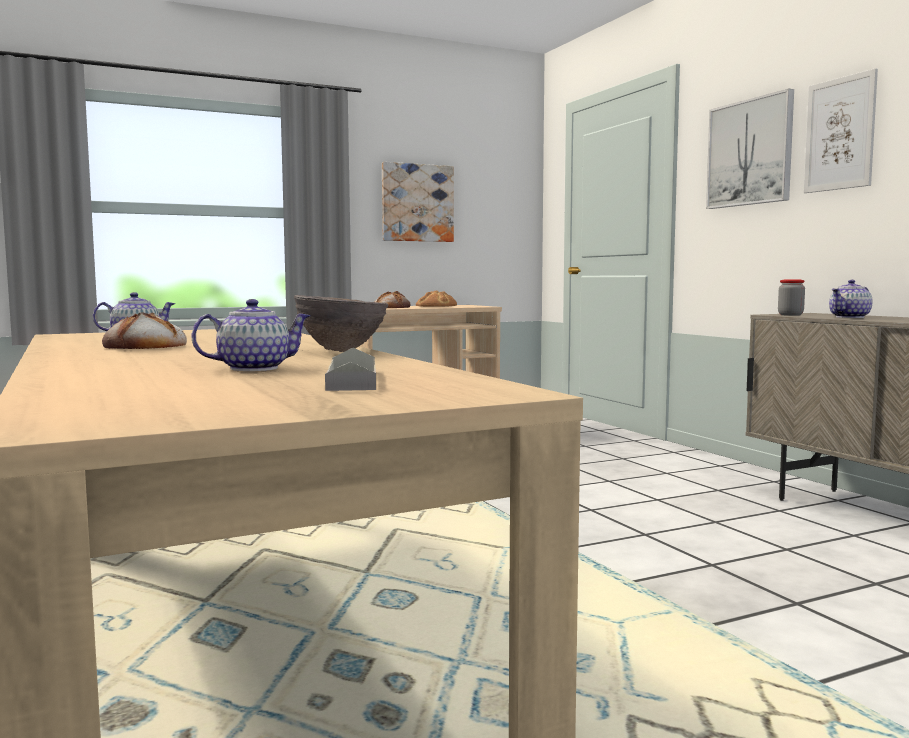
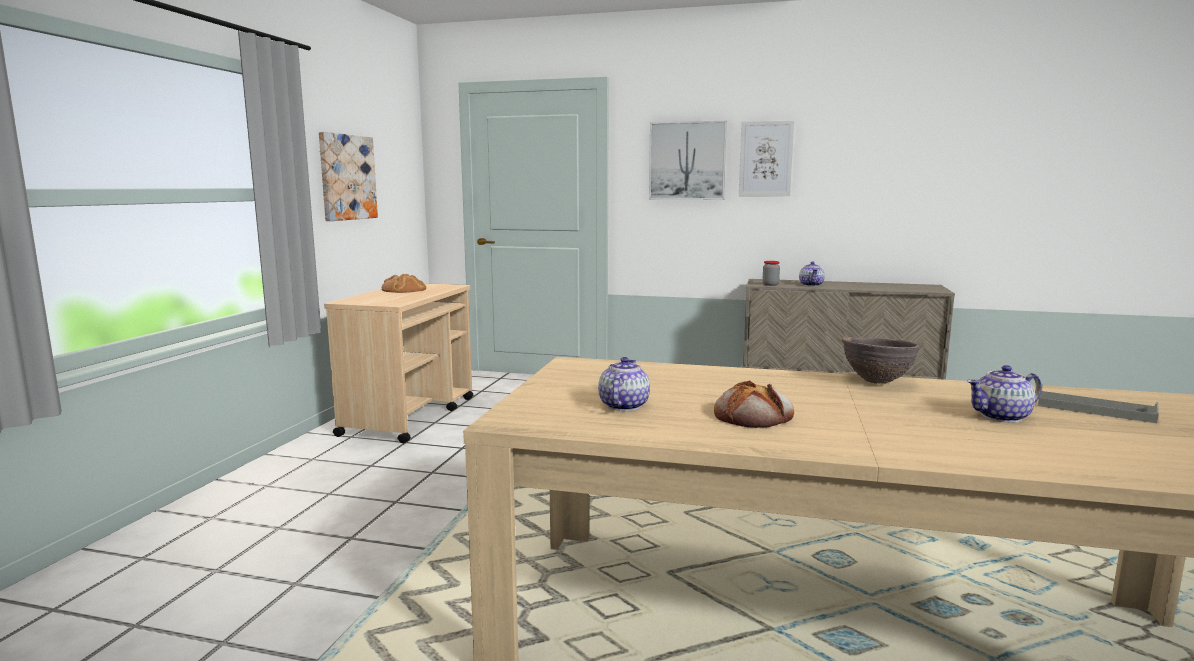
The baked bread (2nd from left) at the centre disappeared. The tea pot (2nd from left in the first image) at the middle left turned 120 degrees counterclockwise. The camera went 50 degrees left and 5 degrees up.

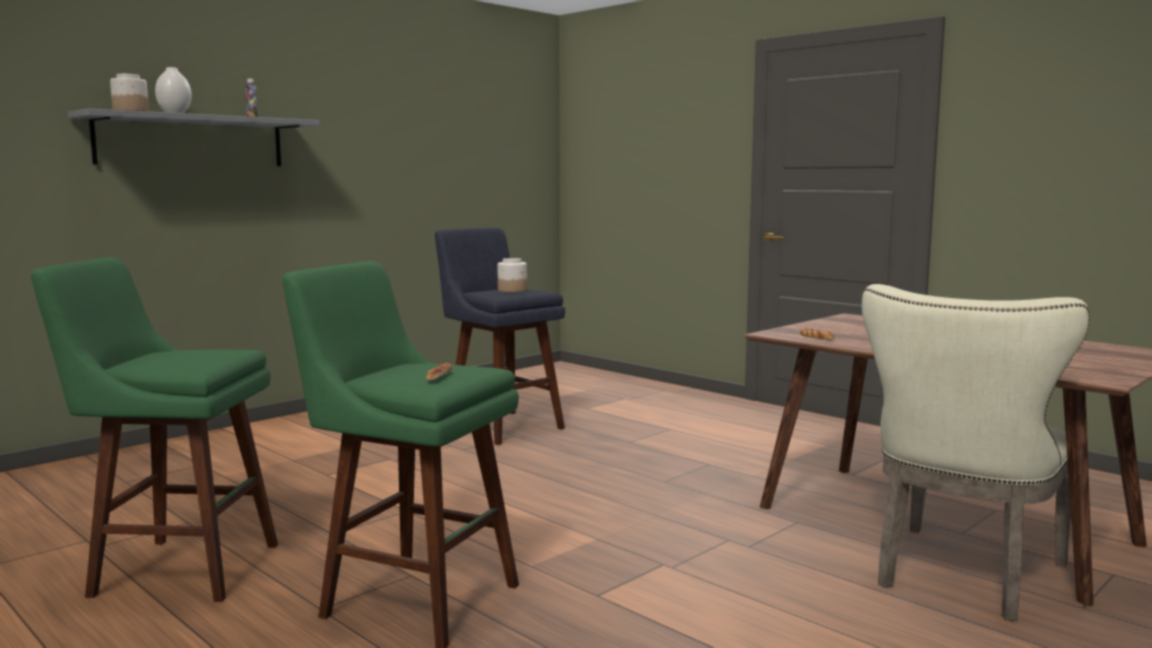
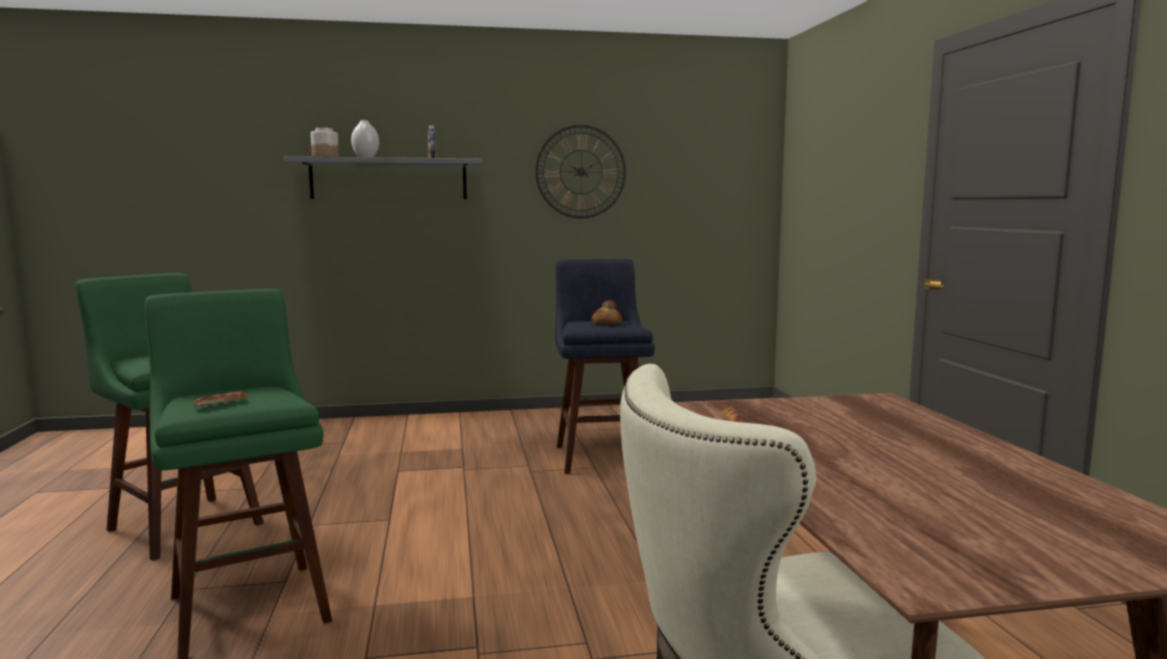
The jar (2nd from left) at the centre was replaced by the baked bread (2nd from left) at the centre. The hanging clock at the top centre appeared. The camera went 35 degrees right and 0 degrees up.

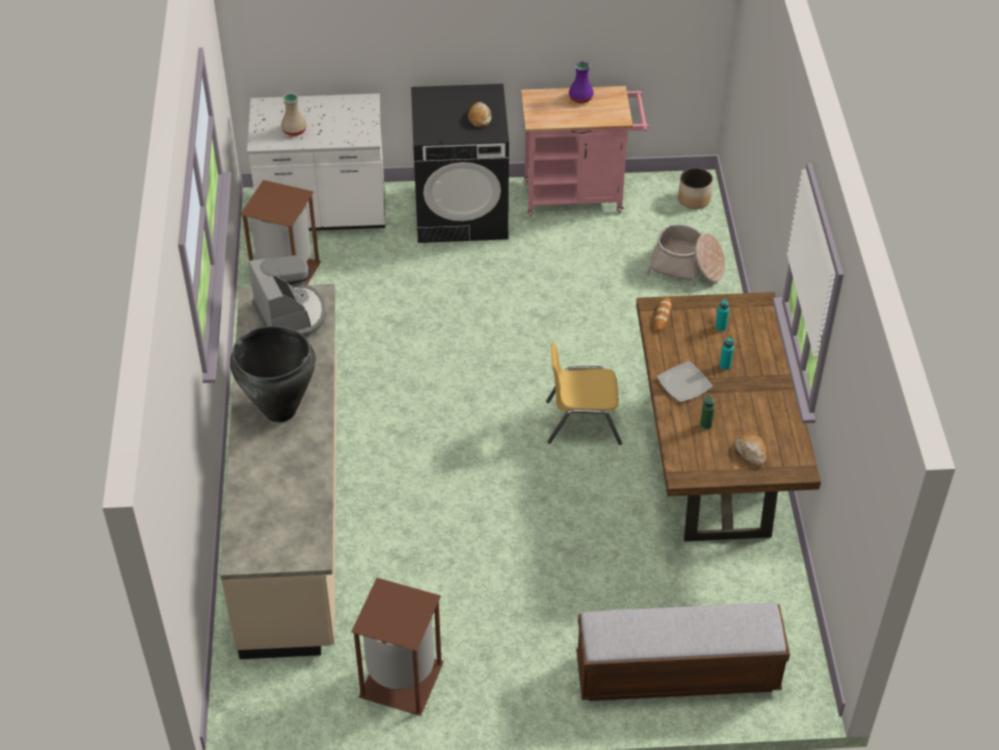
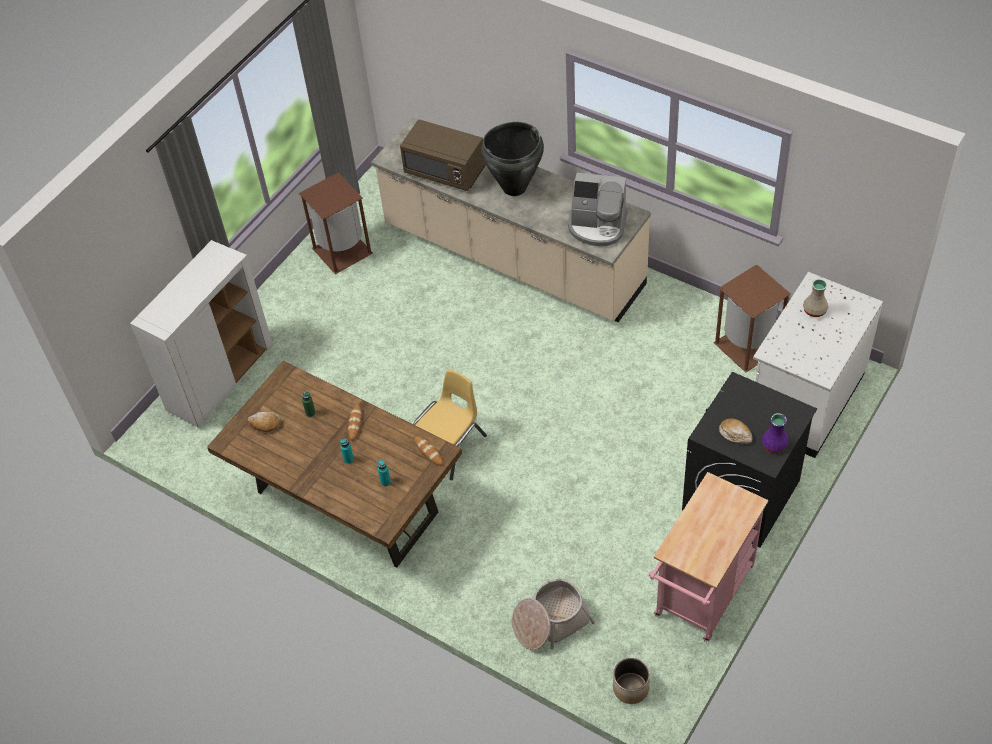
The purple-coloured vase moved from the top centre to the middle right. The flat dish at the middle right was replaced by the baked bread (2nd from left) at the centre. The long seat at the bottom right was replaced by the whitish storage cabinet at the middle left. The brown kitchen microwave at the top centre appeared. The camera went 130 degrees right and 5 degrees up.

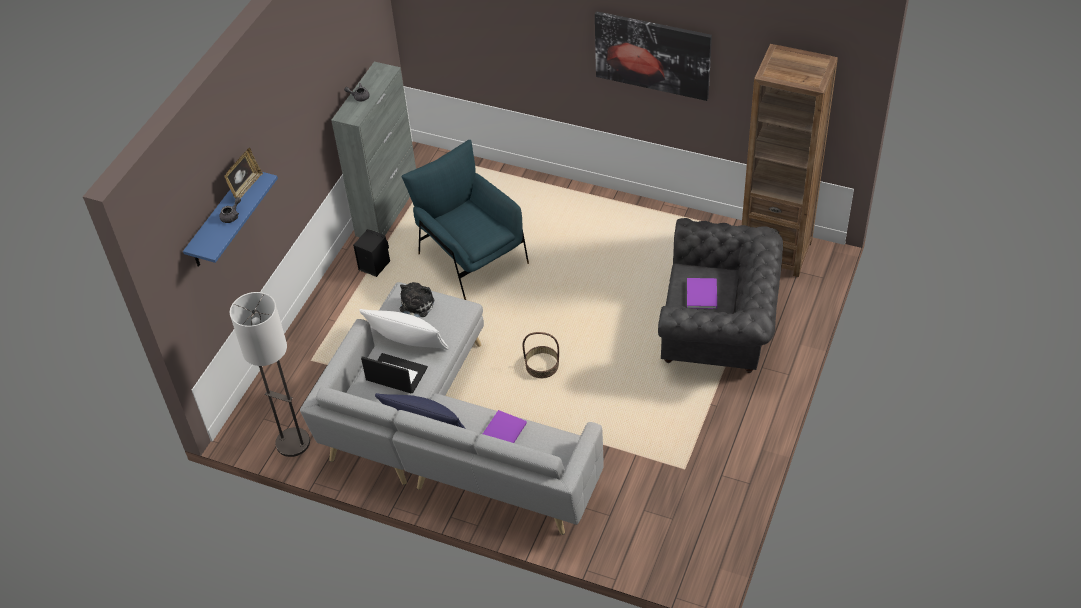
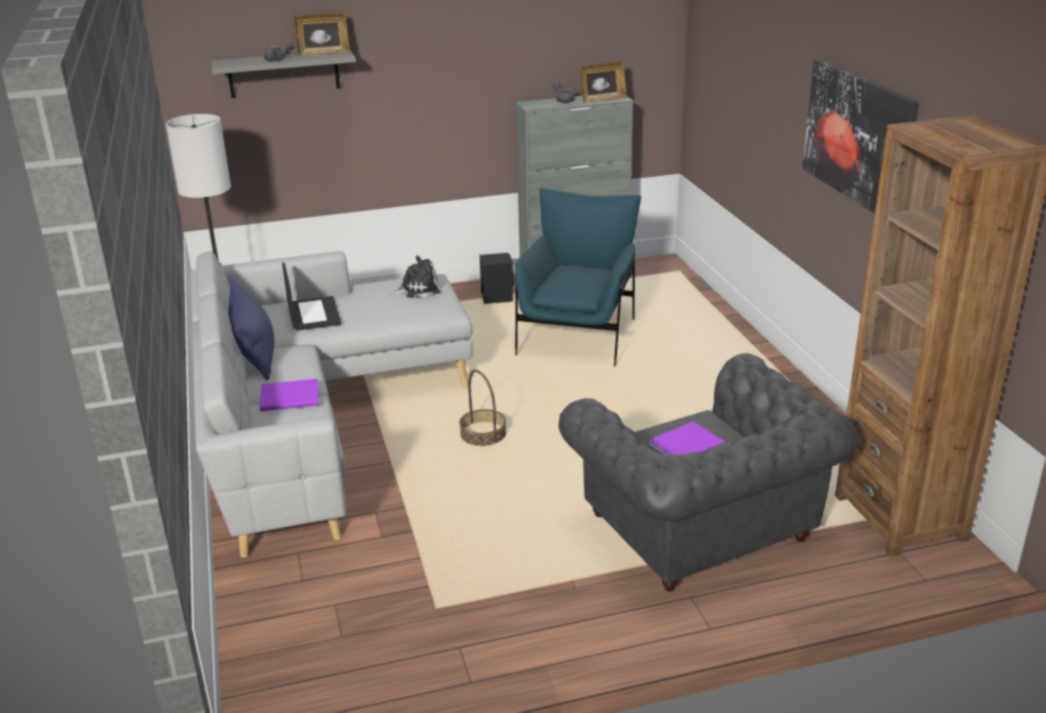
The blue-coloured wall shelf at the middle left became the greyish wall shelf at the top left. The whitish throw pillow at the centre disappeared. The picture frame (2nd from left) at the top centre appeared. The camera went 50 degrees right and 20 degrees down.

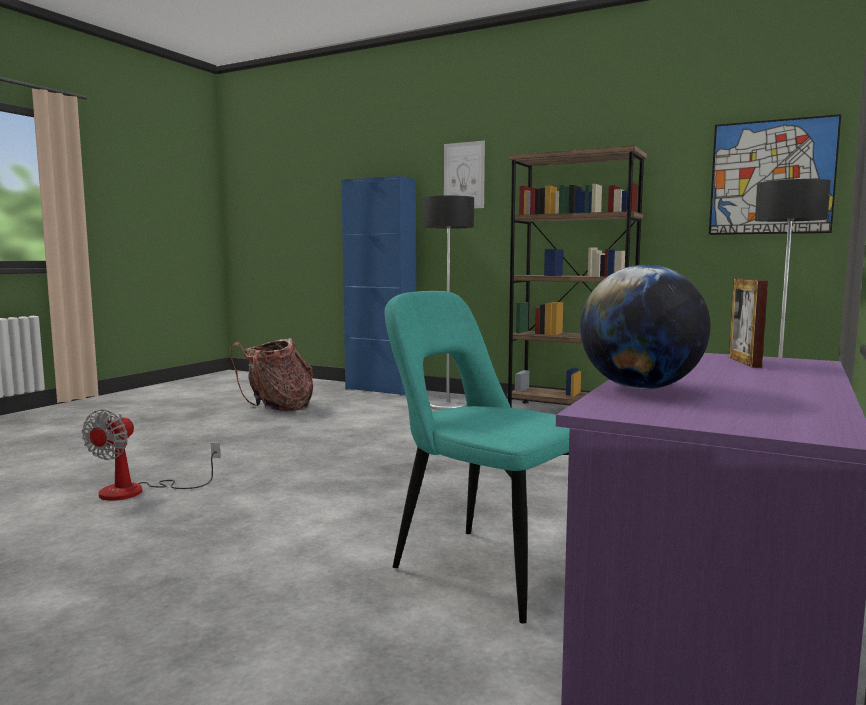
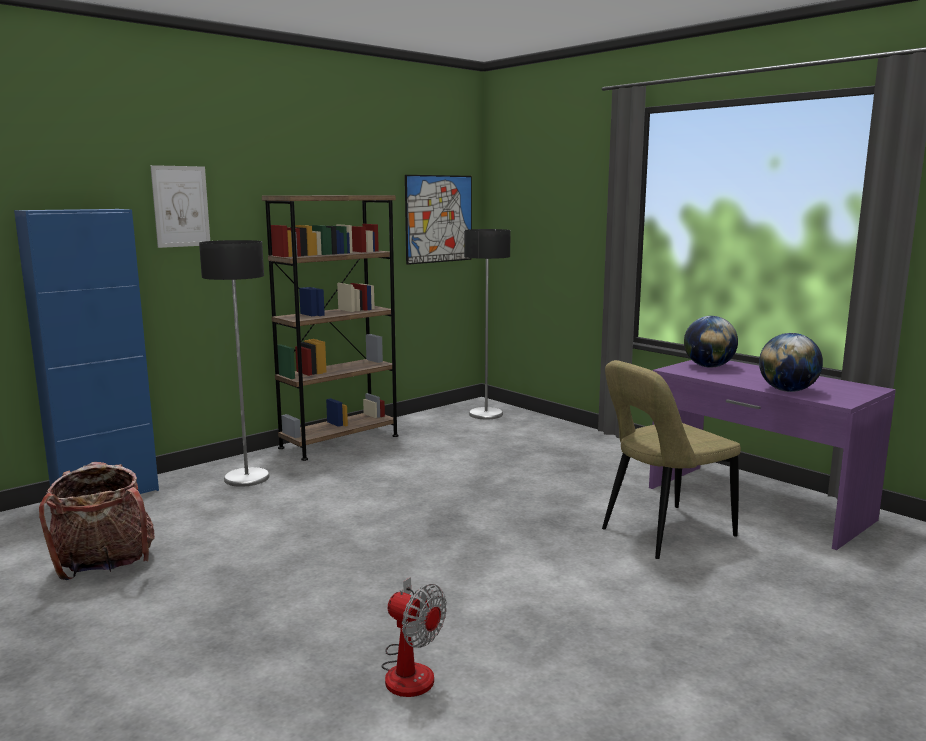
The picture frame at the middle right was replaced by the globe (1st from left) at the middle right. The blue-green upright chair at the centre became the sand-coloured upright chair at the middle right. The camera went 70 degrees left and 5 degrees up.

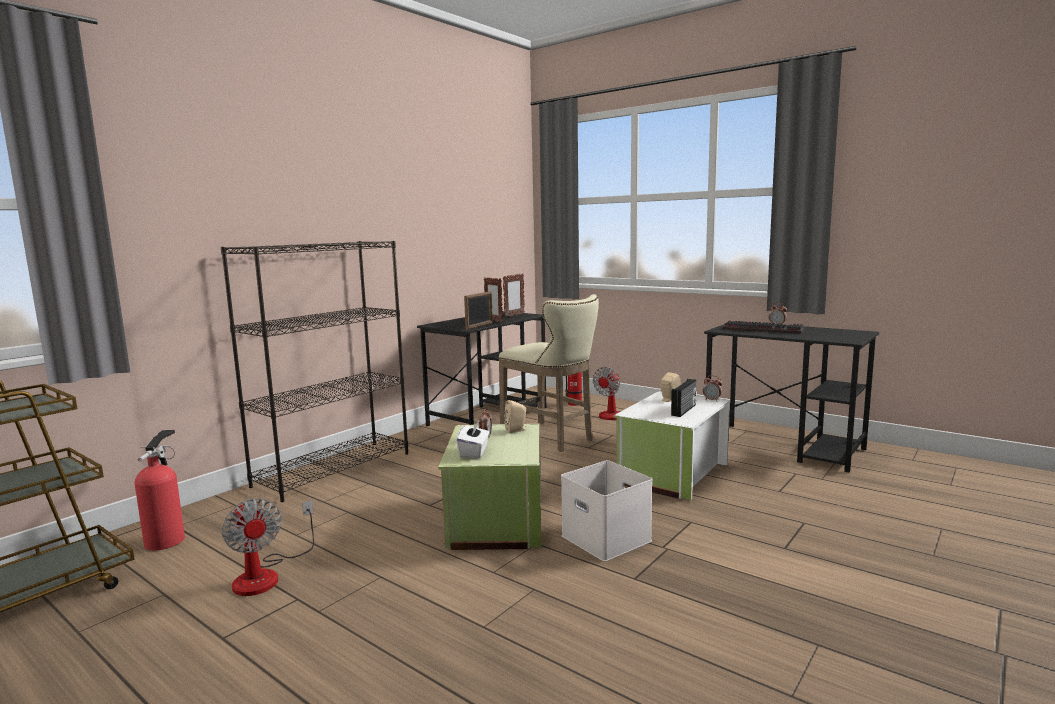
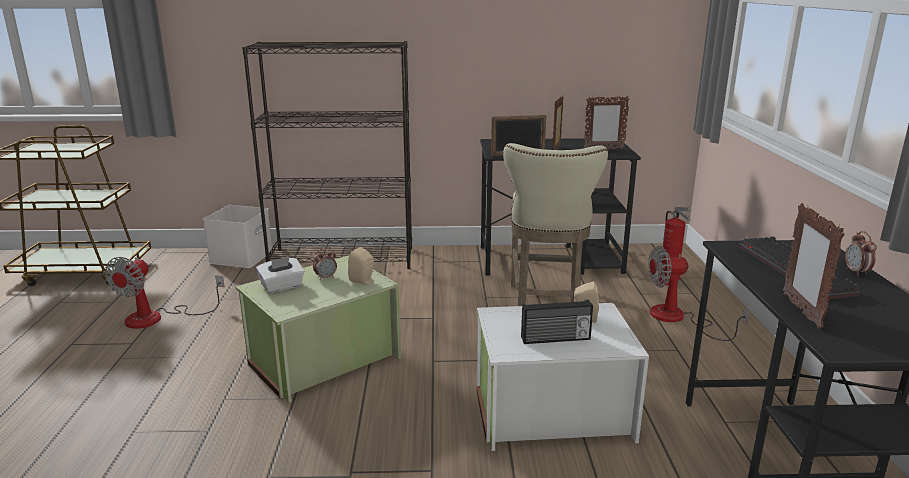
The bedside clock (2nd from left) at the middle right disappeared. The fire extinguisher (1st from left) at the bottom left disappeared. The whitish storage box (1st from left) moved from the bottom centre to the middle left. The picture frame (4th from left) at the middle right appeared. The camera went 50 degrees right and 10 degrees up.

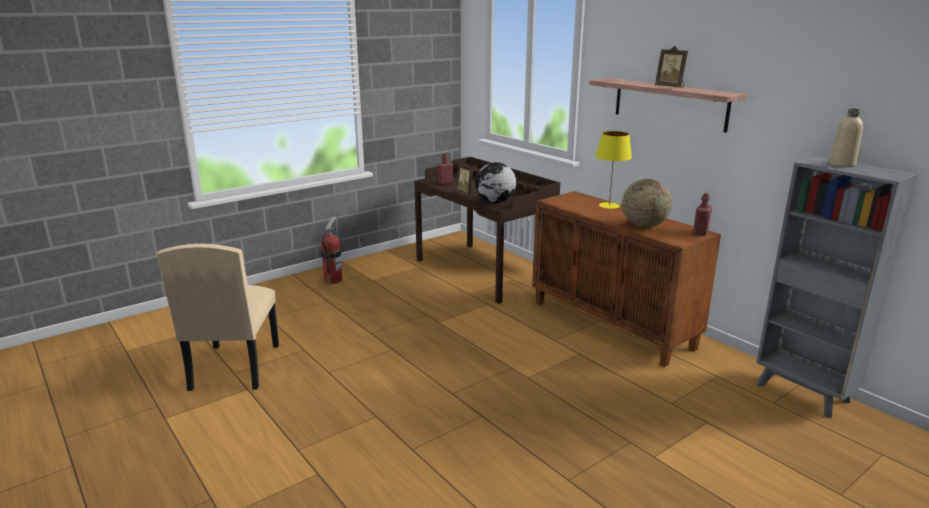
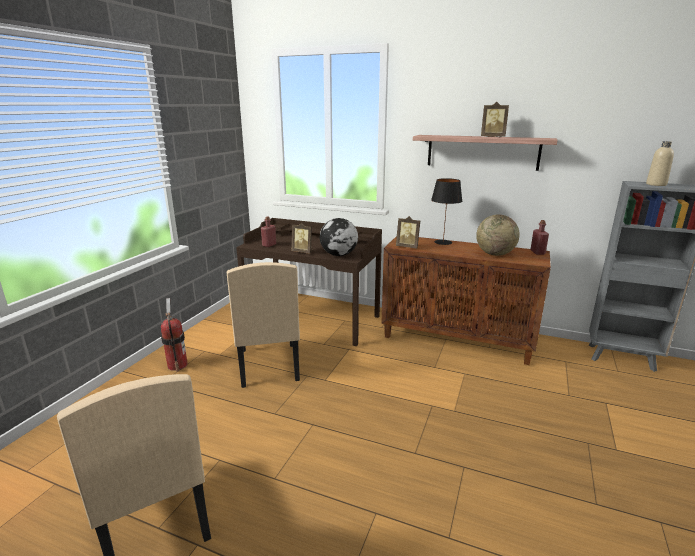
The yellow-coloured lamp for a table at the centre became the black-coloured lamp for a table at the centre. The picture frame (2nd from left) at the centre appeared. The sand-coloured upright chair (2nd from left) at the centre appeared. The camera went 30 degrees left and 0 degrees up.

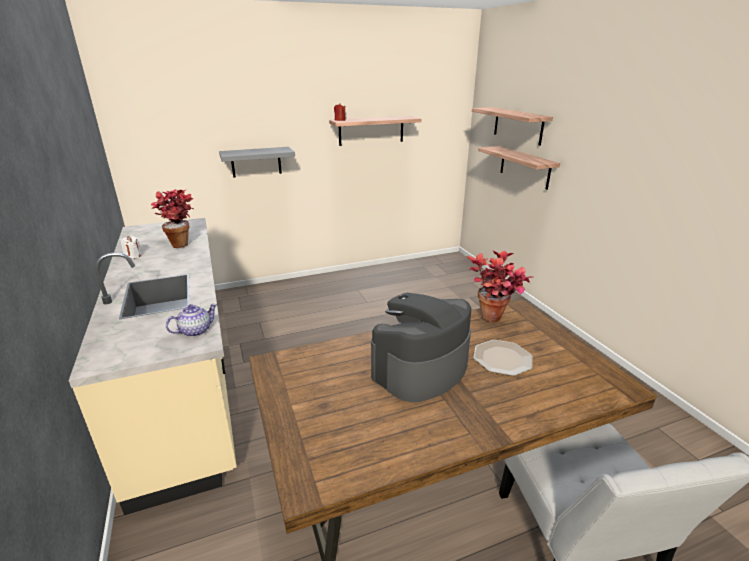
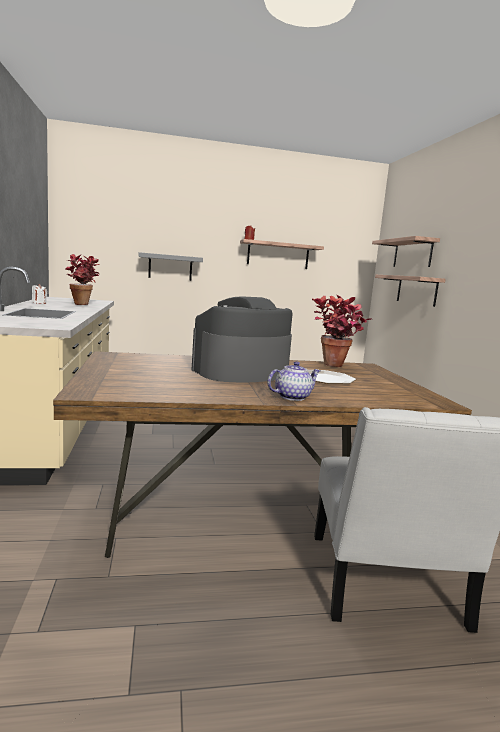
The tea pot moved from the middle left to the centre. The camera went 10 degrees right and 15 degrees down.

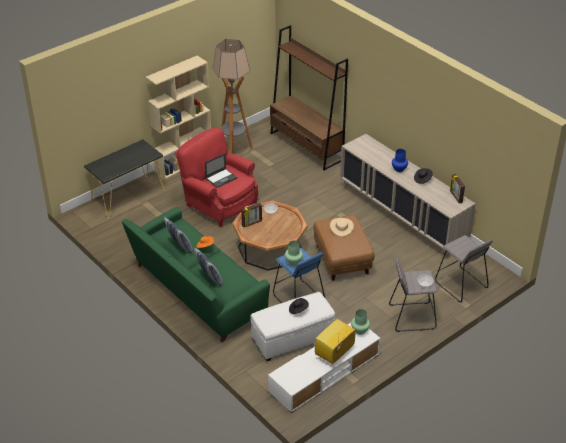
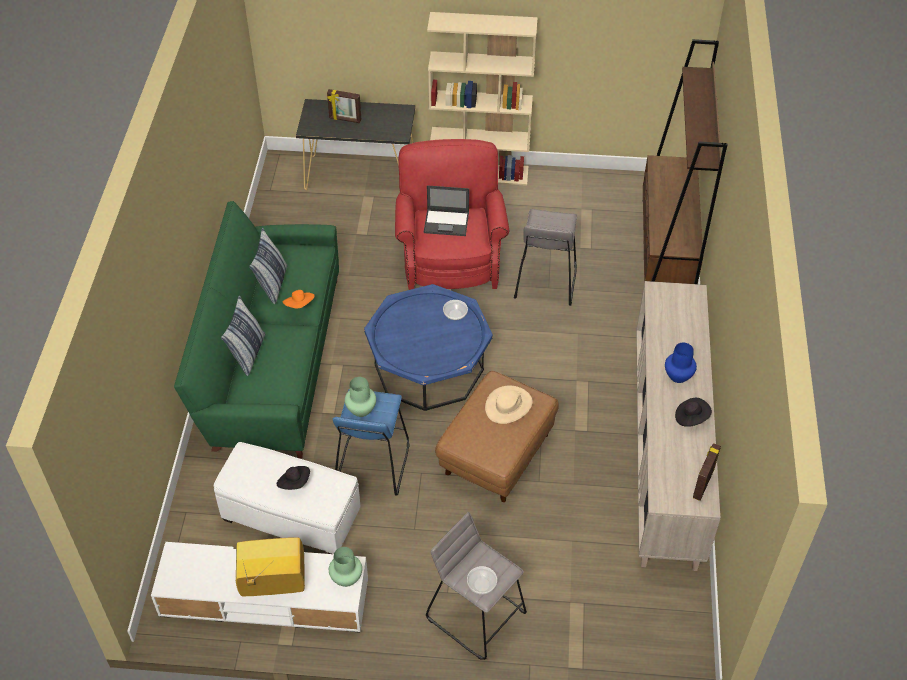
The standing lamp at the top centre disappeared. The brown low table at the centre became the blue-coloured low table at the centre. The picture frame (1st from left) moved from the centre to the top centre. The greyish sitting stool (2nd from left) moved from the middle right to the centre. The camera went 45 degrees right and 10 degrees up.

